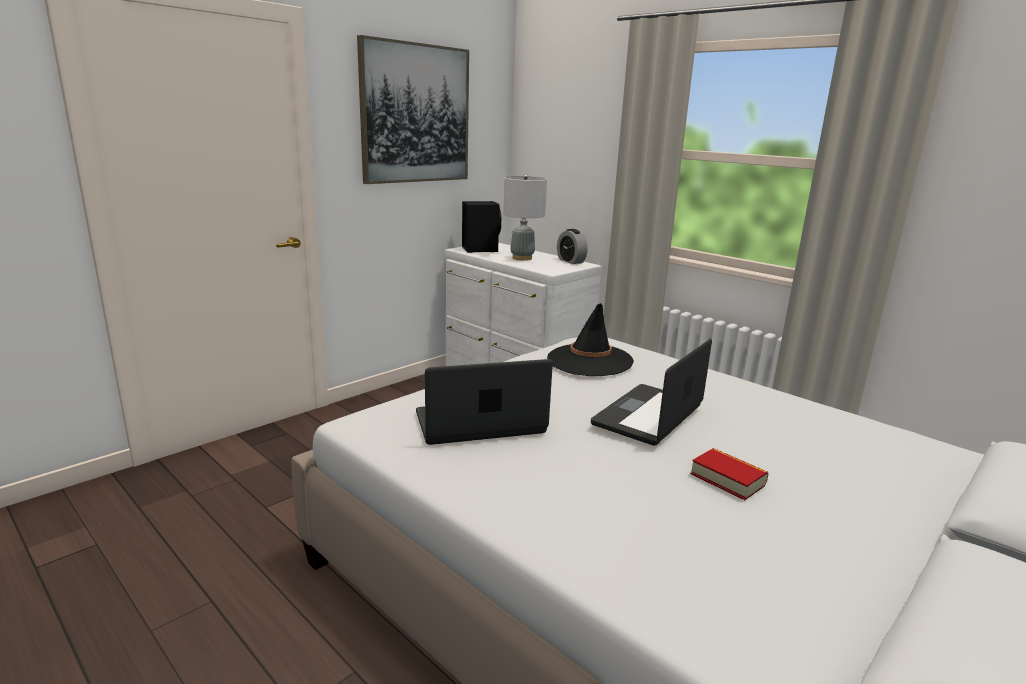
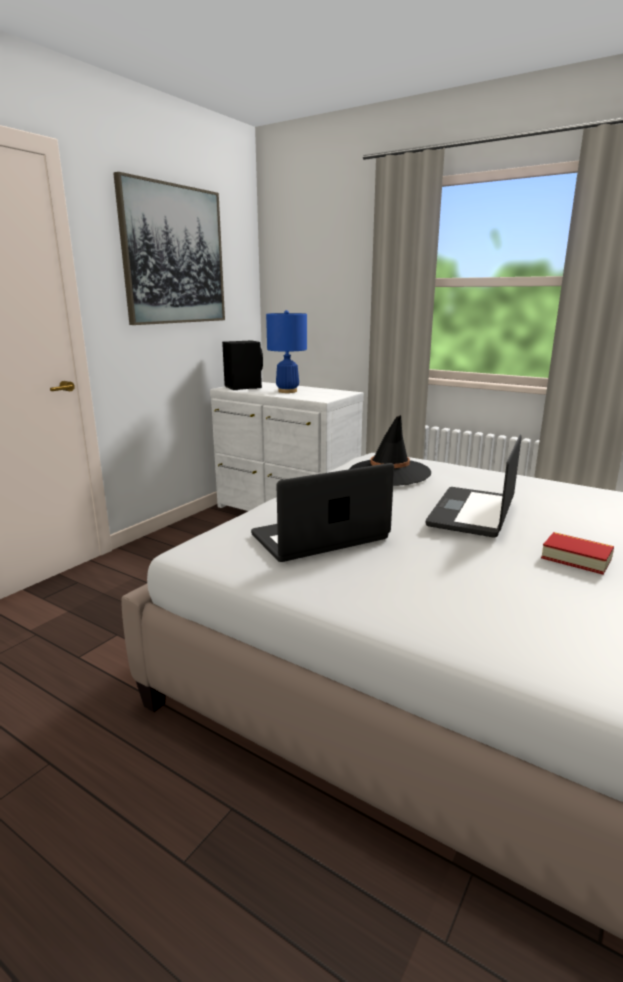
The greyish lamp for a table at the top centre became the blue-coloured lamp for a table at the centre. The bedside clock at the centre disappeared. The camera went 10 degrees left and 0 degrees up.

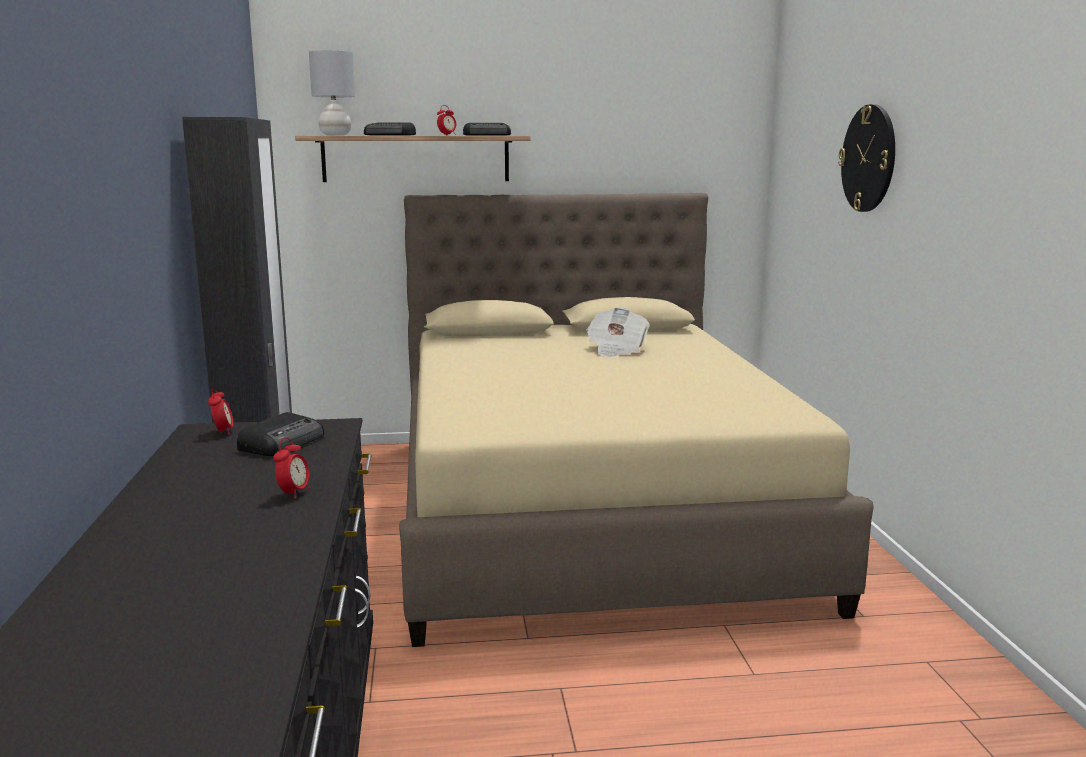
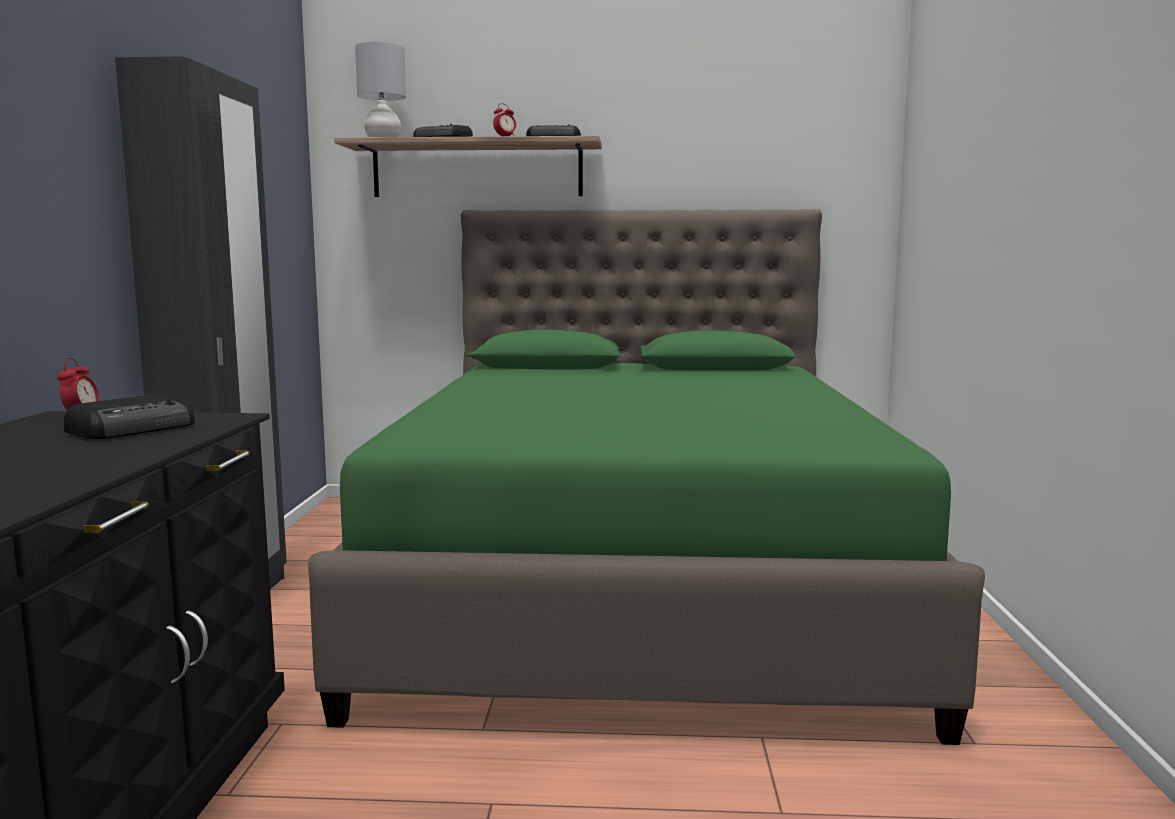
The hanging clock at the top right disappeared. The sand-coloured bed at the centre became the green-coloured bed at the centre. The printed paper at the centre disappeared. The bedside clock (2nd from left) at the middle left disappeared. The camera went 10 degrees right and 5 degrees down.

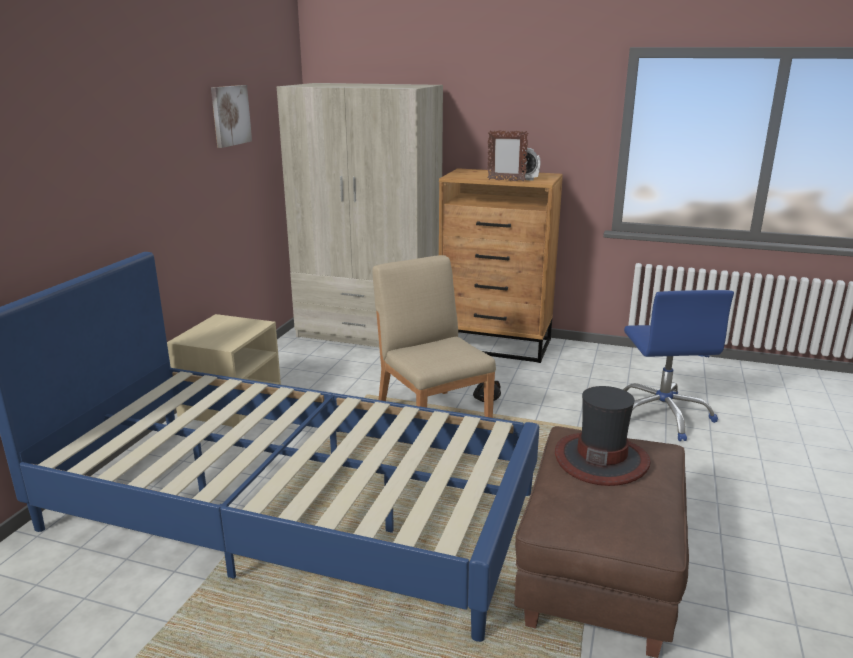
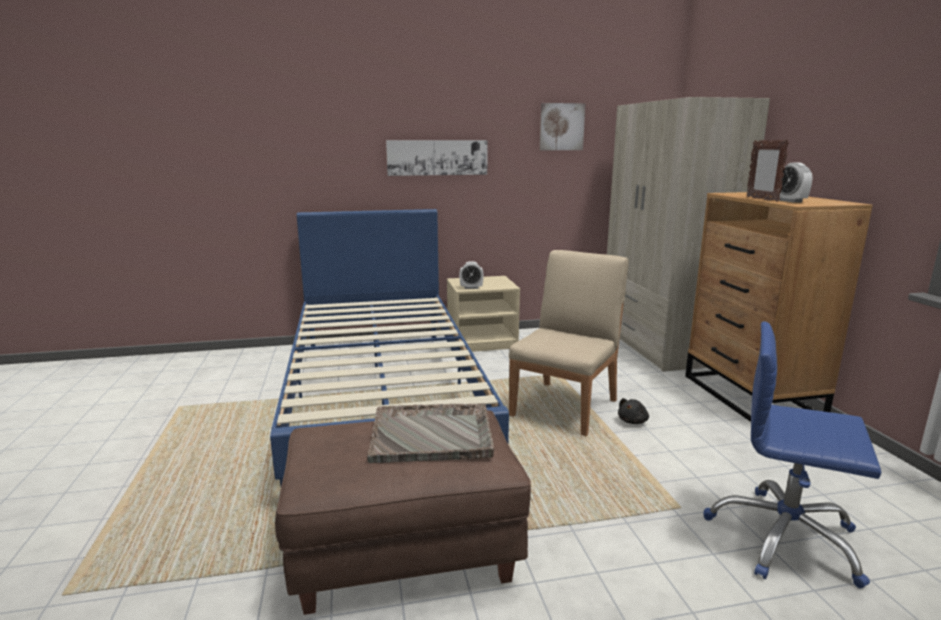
The blue-coloured office chair at the middle right turned 60 degrees clockwise. The wearable hat at the middle right was replaced by the greyish tray at the bottom centre. The wall art (1st from left) at the top centre appeared. The bedside clock (1st from left) at the centre appeared. The camera went 60 degrees right and 5 degrees down.

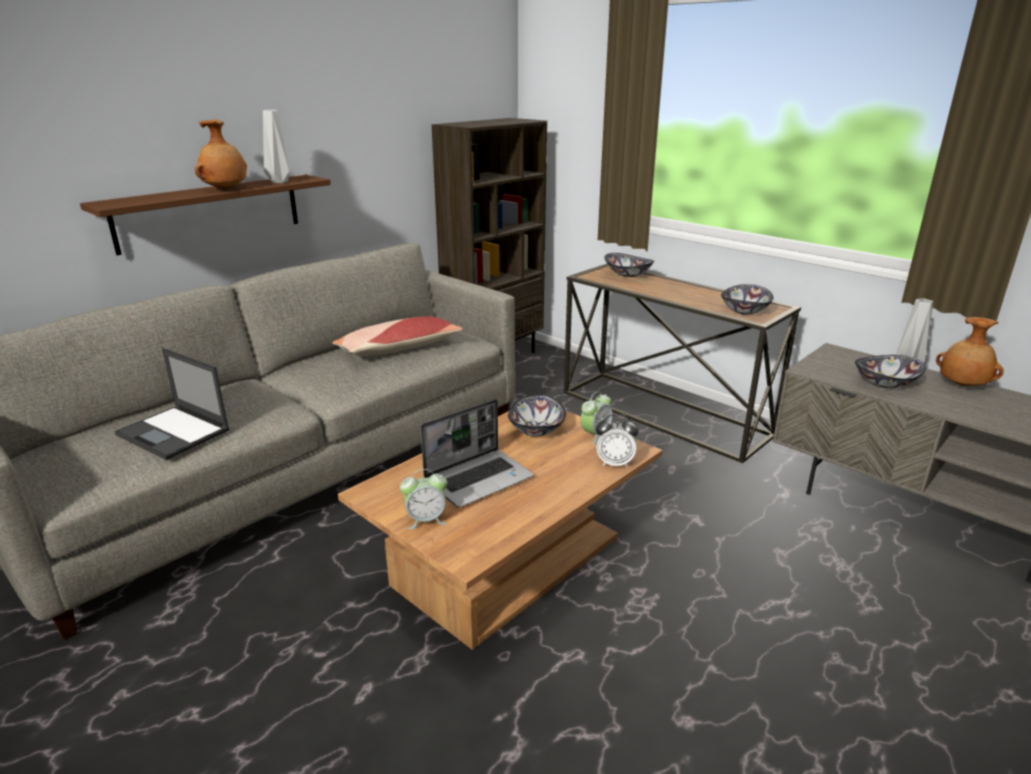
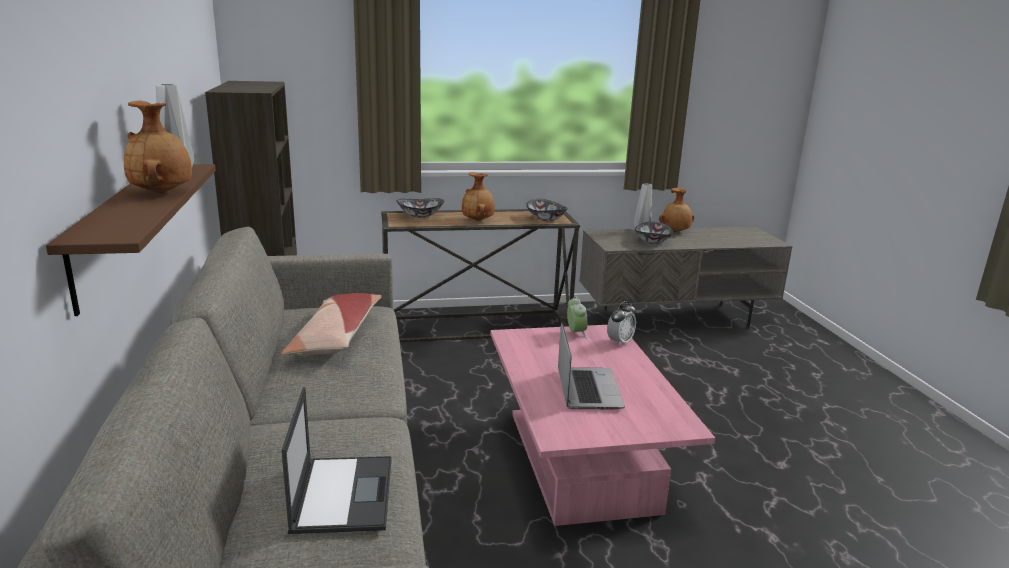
The laptop (1st from left) at the middle left turned 75 degrees counterclockwise. The bowl (1st from left) at the centre disappeared. The brown low table at the bottom centre became the pink low table at the bottom centre. The bedside clock (1st from left) at the centre disappeared. The brown vase (2nd from left) at the centre appeared. The camera went 55 degrees left and 5 degrees down.

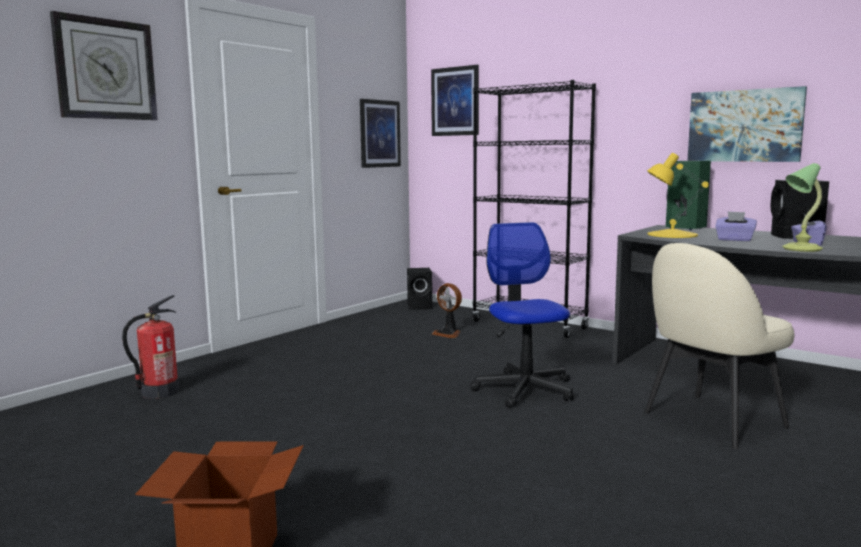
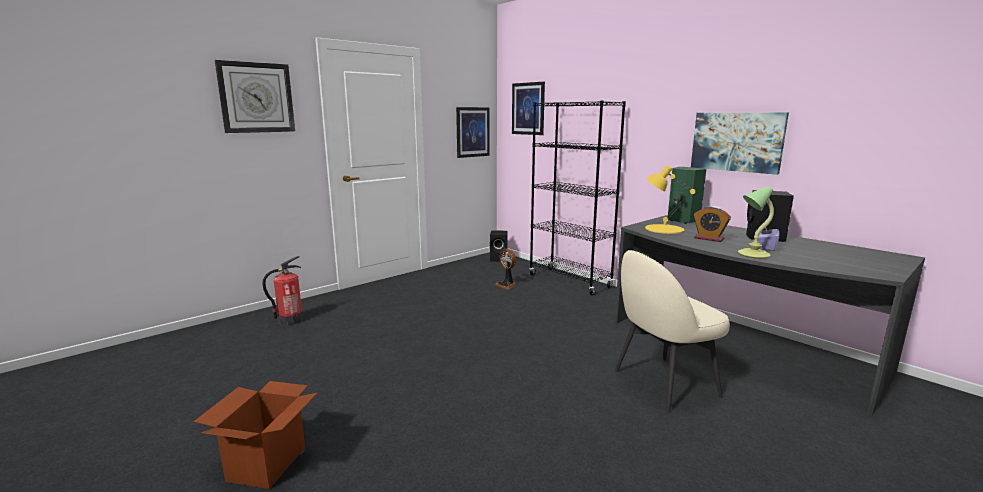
The purple-coloured tissue holder (1st from left) at the middle right was replaced by the bedside clock at the middle right. The office chair at the centre disappeared. The camera went 10 degrees right and 5 degrees up.

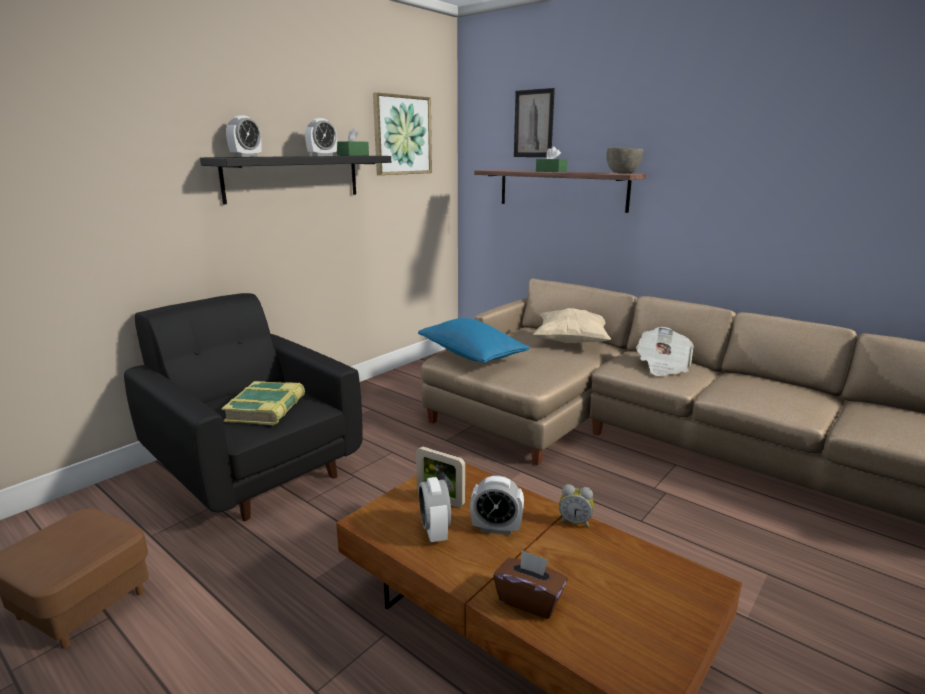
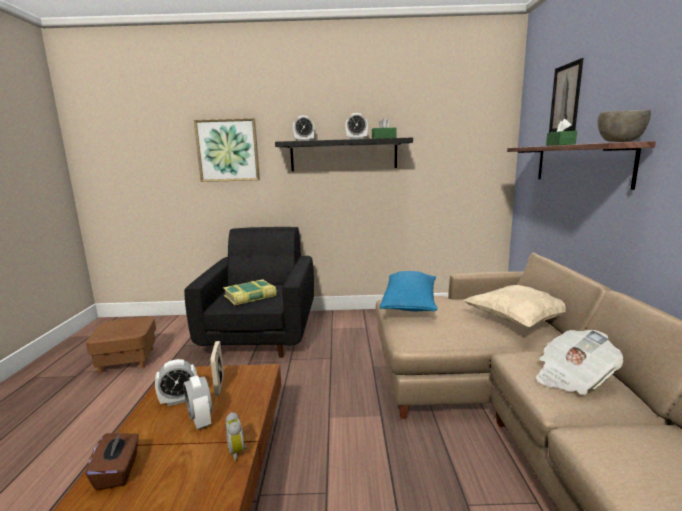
The wall art (1st from left) moved from the top centre to the top left. The bedside clock (3rd from left in the first image) at the bottom centre turned 150 degrees counterclockwise. The camera went 50 degrees right and 5 degrees down.

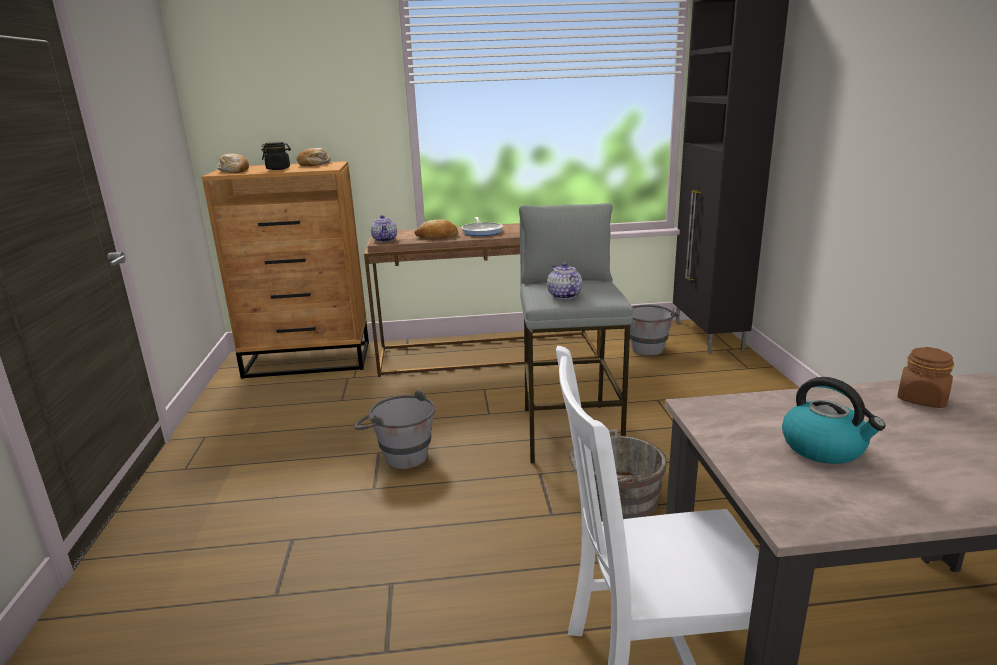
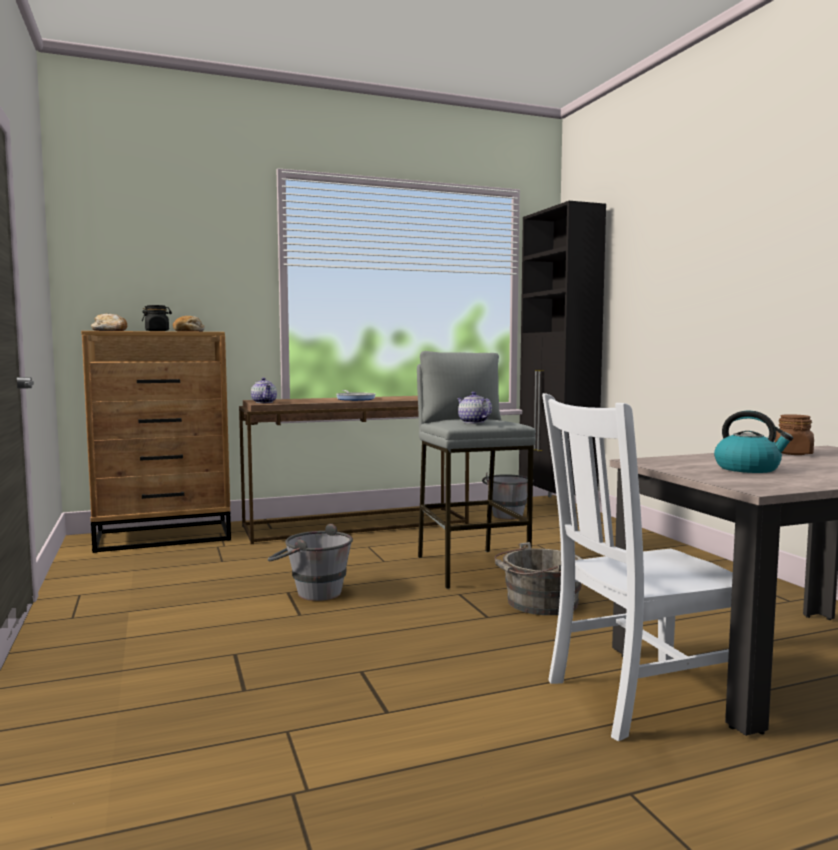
The baked bread (3rd from left) at the centre disappeared. The camera went 15 degrees left and 15 degrees down.

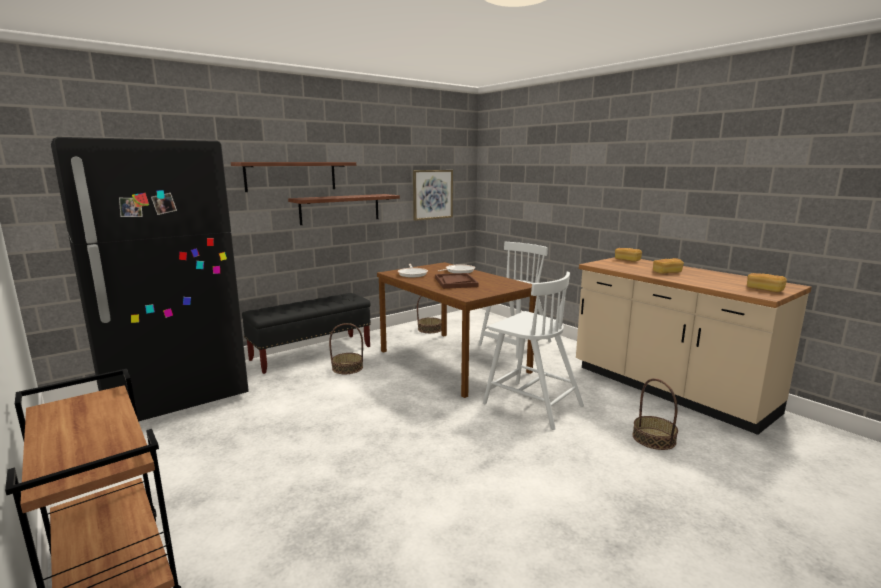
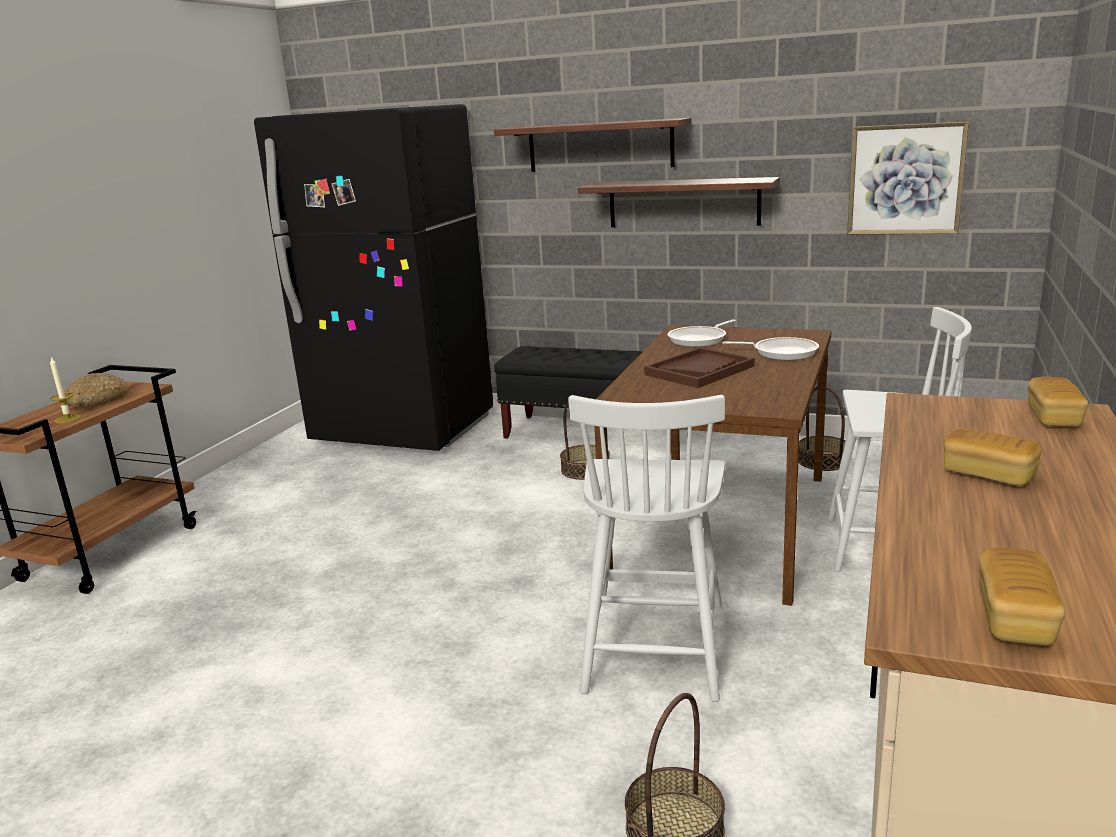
The wax candle at the middle left appeared. The baked bread (1st from left) at the middle left appeared. The camera went 60 degrees right and 5 degrees up.

